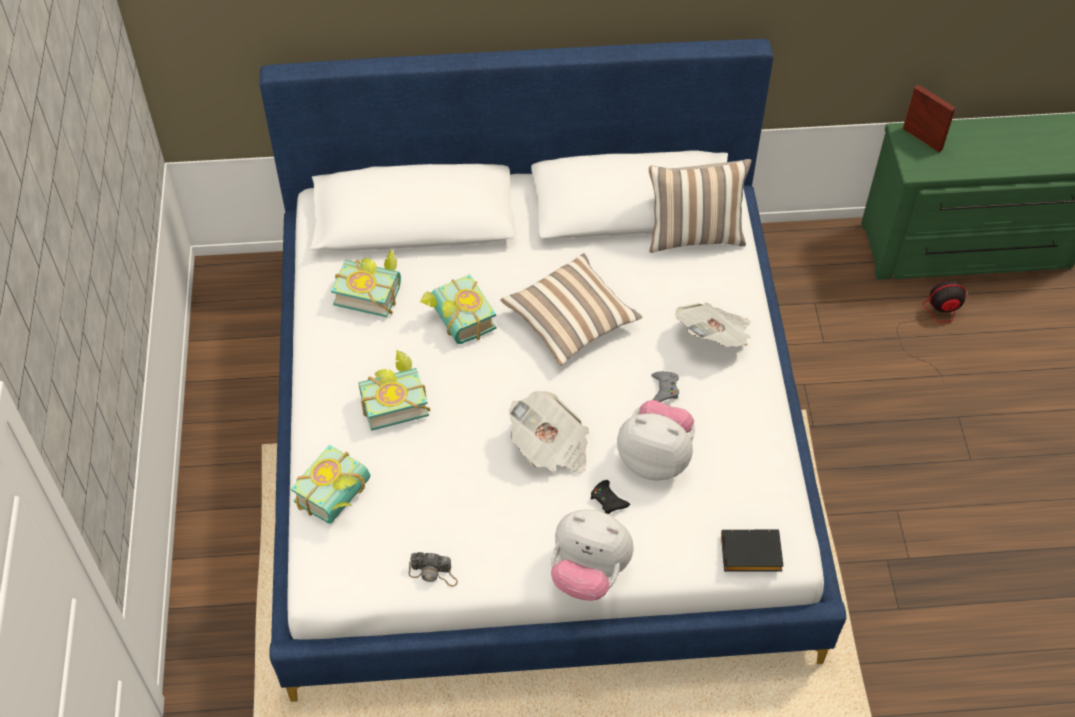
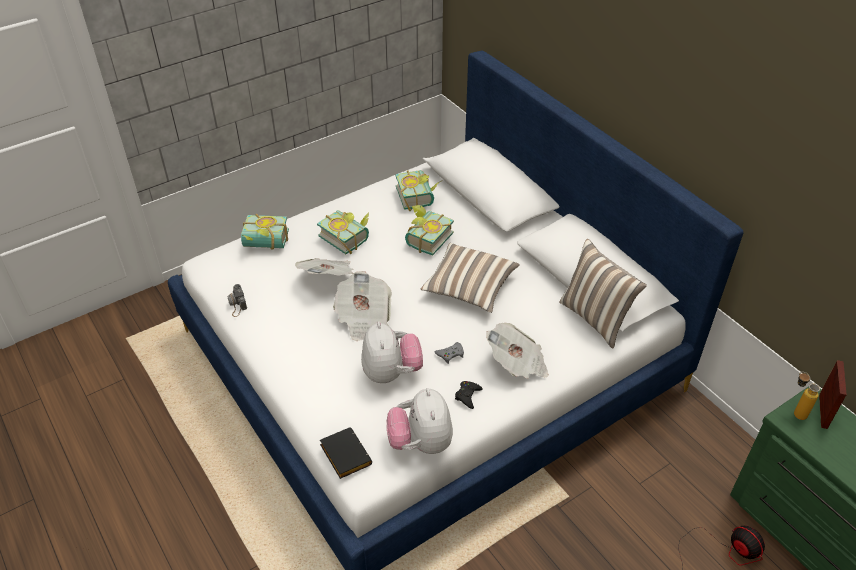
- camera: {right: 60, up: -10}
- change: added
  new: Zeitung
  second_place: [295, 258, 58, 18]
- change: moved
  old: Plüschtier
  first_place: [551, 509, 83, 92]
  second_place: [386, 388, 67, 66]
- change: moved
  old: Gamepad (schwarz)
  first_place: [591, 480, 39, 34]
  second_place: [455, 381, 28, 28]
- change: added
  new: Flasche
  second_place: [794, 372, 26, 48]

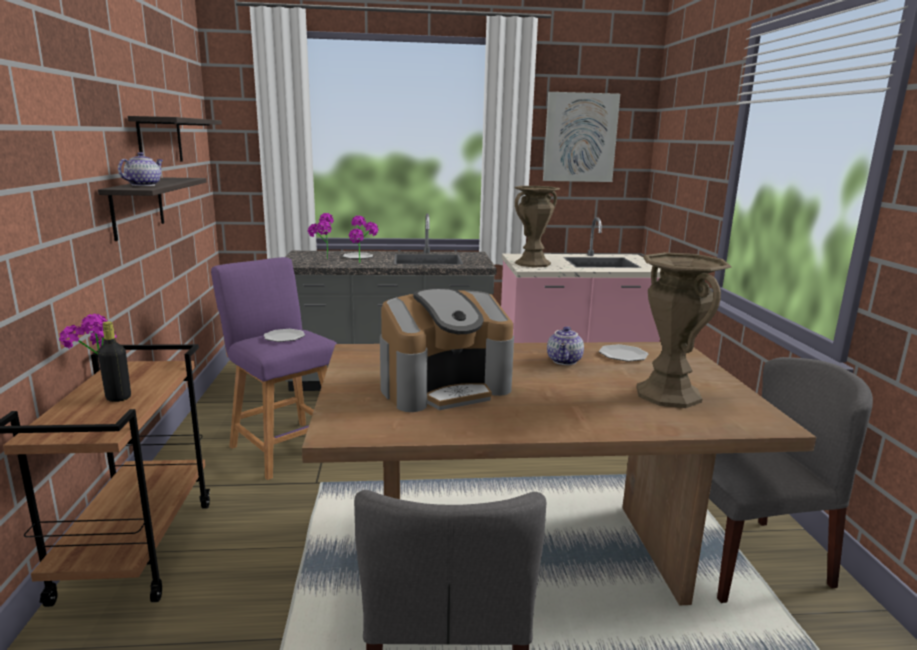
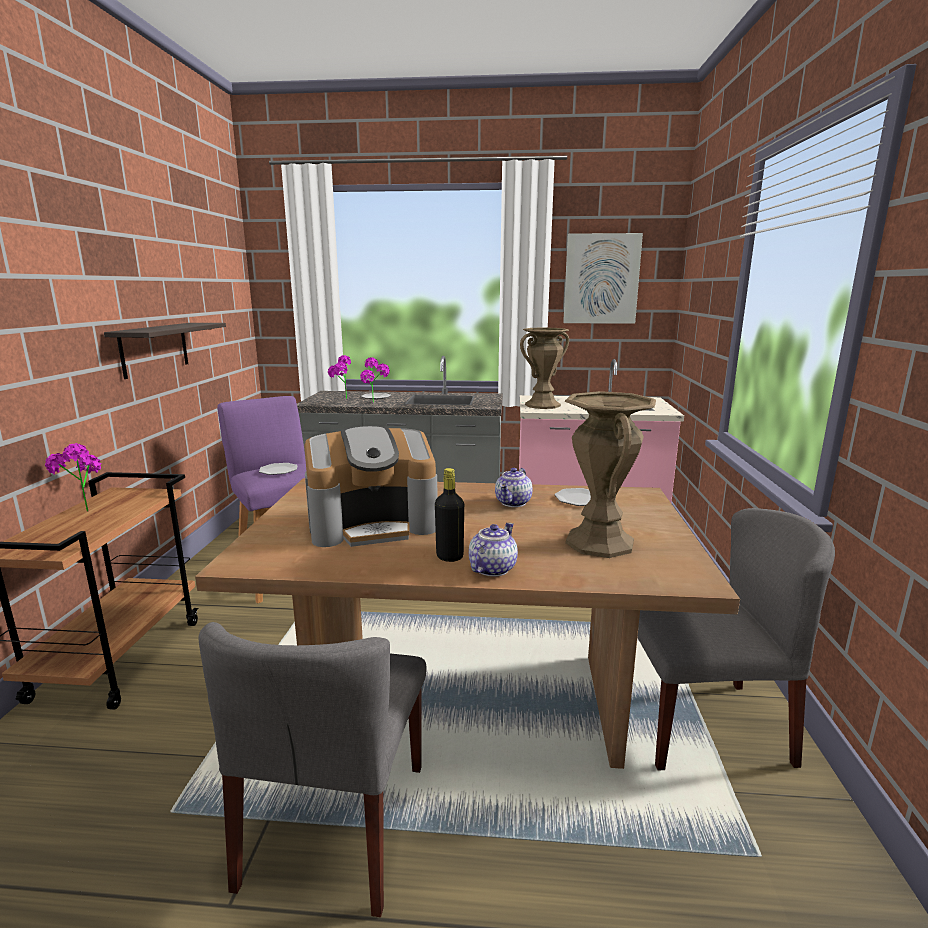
- camera: {right: 10, up: 0}
- change: moved
  old: Flasche (schwarz)
  first_place: [98, 321, 33, 81]
  second_place: [435, 468, 29, 94]
- change: moved
  old: Teekanne
  first_place: [118, 152, 45, 34]
  second_place: [469, 523, 49, 54]
- change: removed
  old: Wandregal
  first_place: [128, 116, 94, 46]

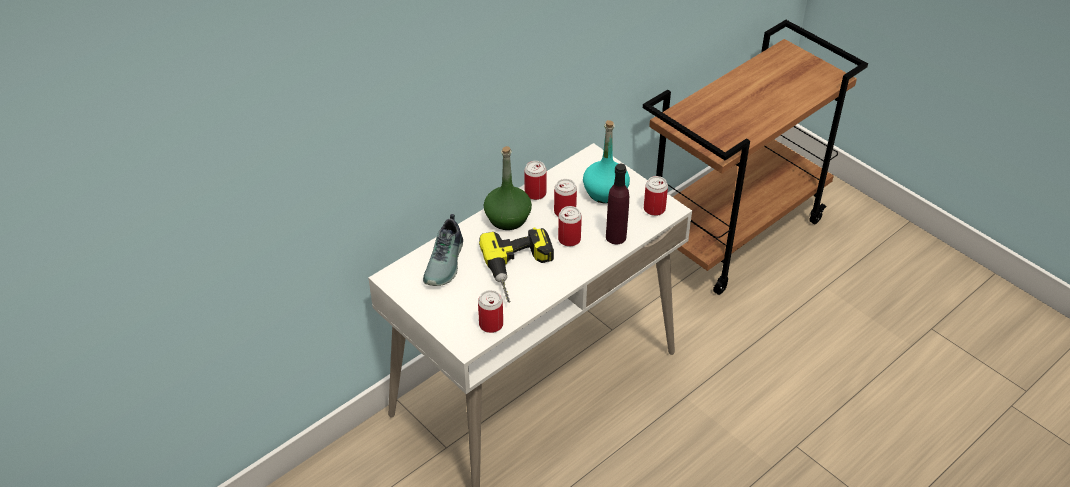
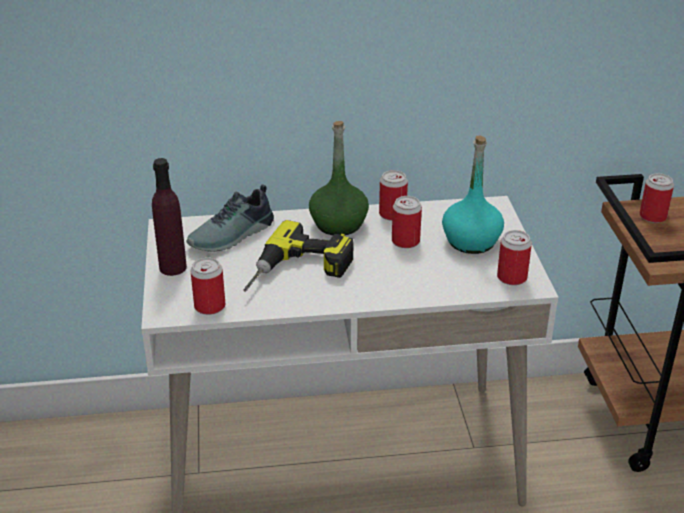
- camera: {right: 35, up: -10}
- change: moved
  old: Flasche (lila)
  first_place: [606, 164, 23, 80]
  second_place: [152, 158, 35, 118]
- change: moved
  old: Dose
  first_place: [558, 206, 24, 41]
  second_place: [639, 173, 35, 50]

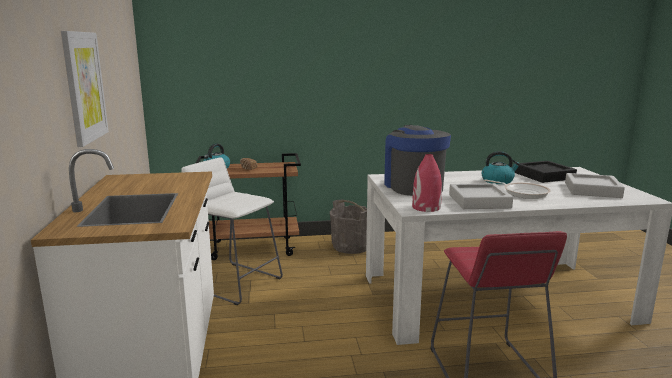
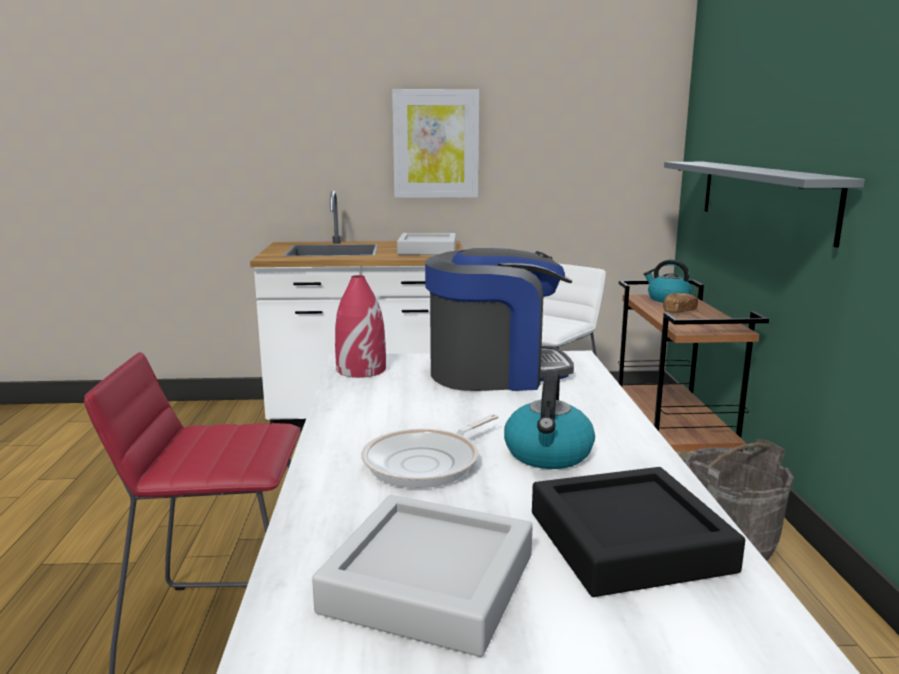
- camera: {right: 95, up: 0}
- change: moved
  old: Tablett (grau)
  first_place: [449, 183, 64, 26]
  second_place: [397, 233, 59, 22]
- change: added
  new: Wandregal (grau)
  second_place: [664, 162, 201, 86]

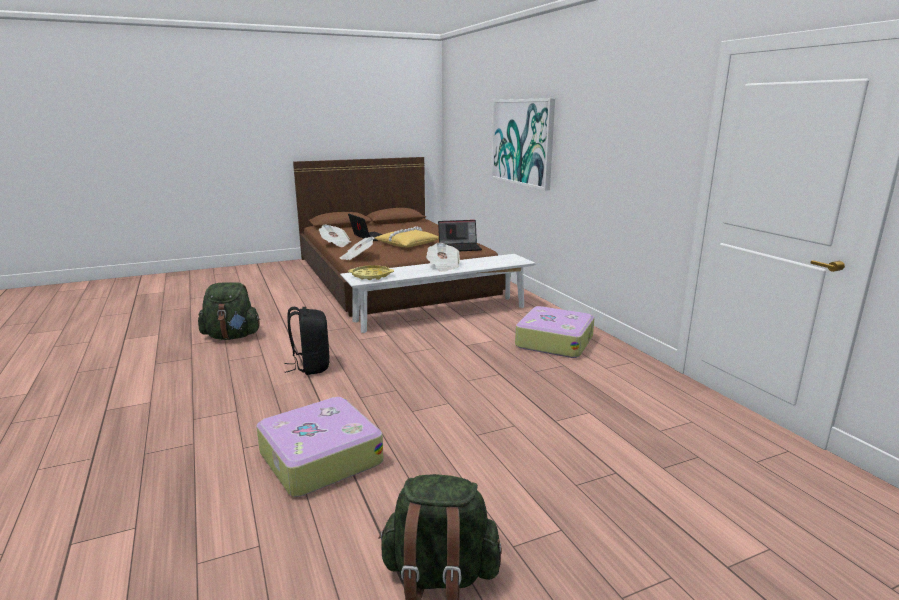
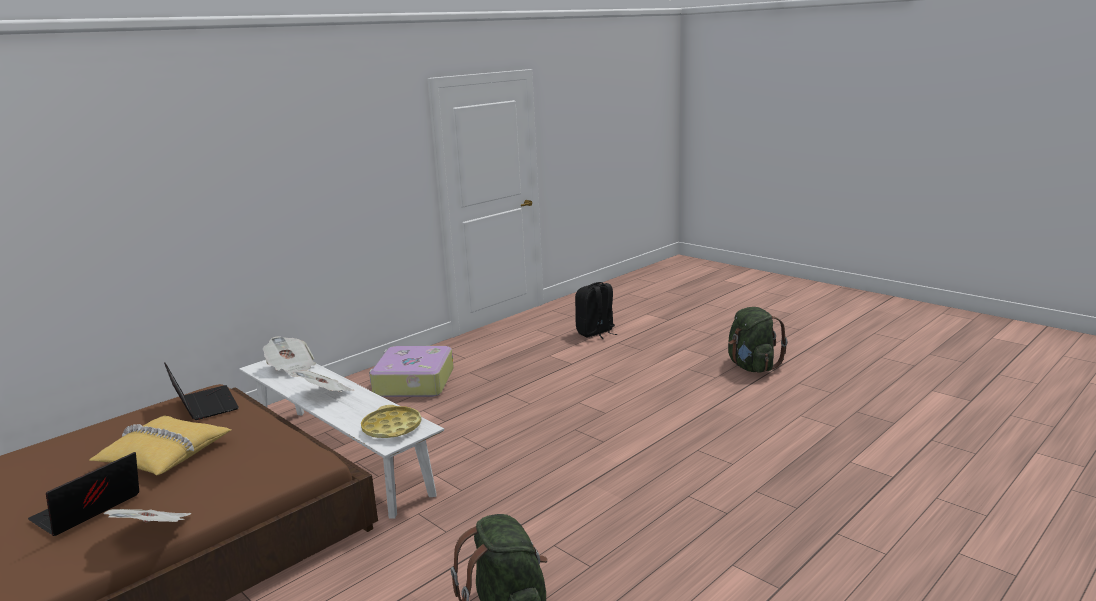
- camera: {right: -110, up: 0}
- change: moved
  old: Zeitung
  first_place: [339, 237, 35, 23]
  second_place: [263, 336, 53, 41]
- change: moved
  old: Rucksack (schwarz)
  first_place: [284, 307, 45, 68]
  second_place: [575, 282, 42, 57]
- change: removed
  old: Koffer
  first_place: [256, 397, 128, 100]
- change: removed
  old: Bild
  first_place: [491, 98, 64, 93]

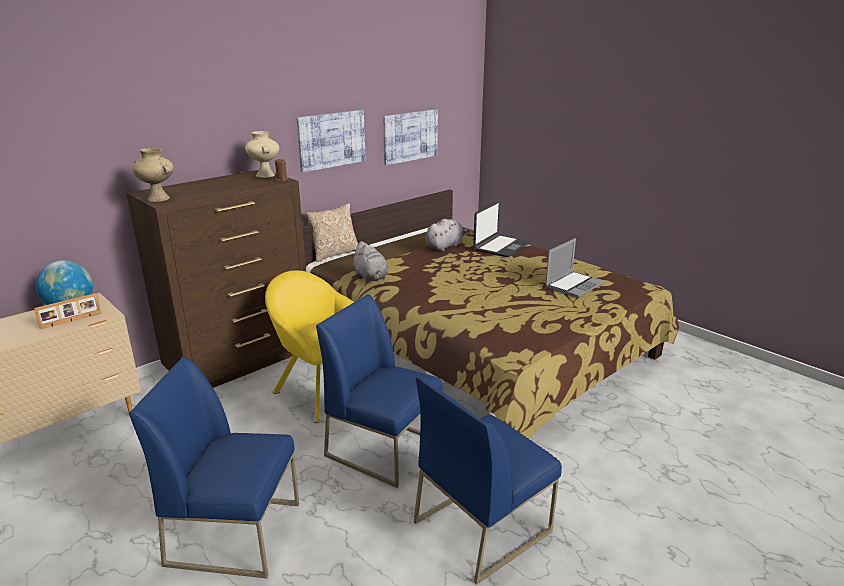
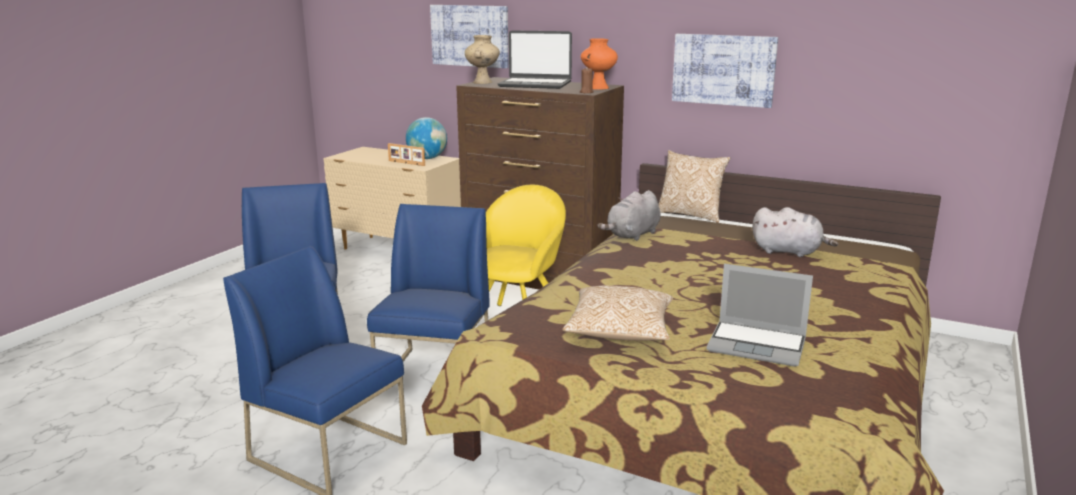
- camera: {right: 70, up: -5}
- change: moved
  old: Bild
  first_place: [383, 109, 55, 56]
  second_place: [430, 5, 79, 63]
- change: moved
  old: Laptop
  first_place: [473, 201, 57, 56]
  second_place: [497, 30, 75, 59]
- change: added
  new: Kissen
  second_place: [562, 285, 111, 56]
- change: recoloured
  old: Vase (beige)
  new: Vase (orange)
  first_place: [245, 131, 34, 47]
  second_place: [581, 38, 37, 52]

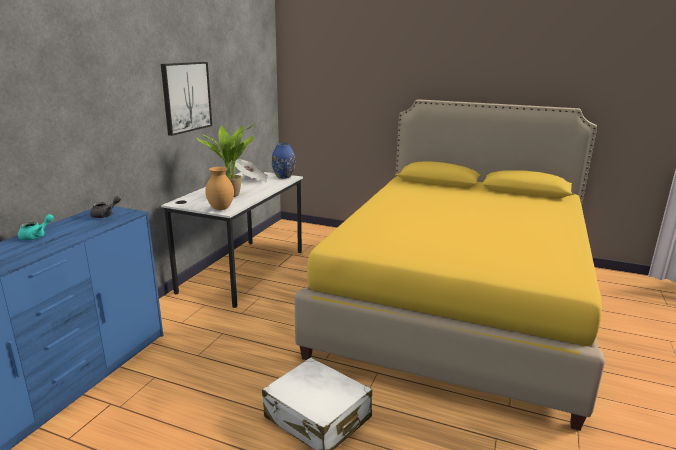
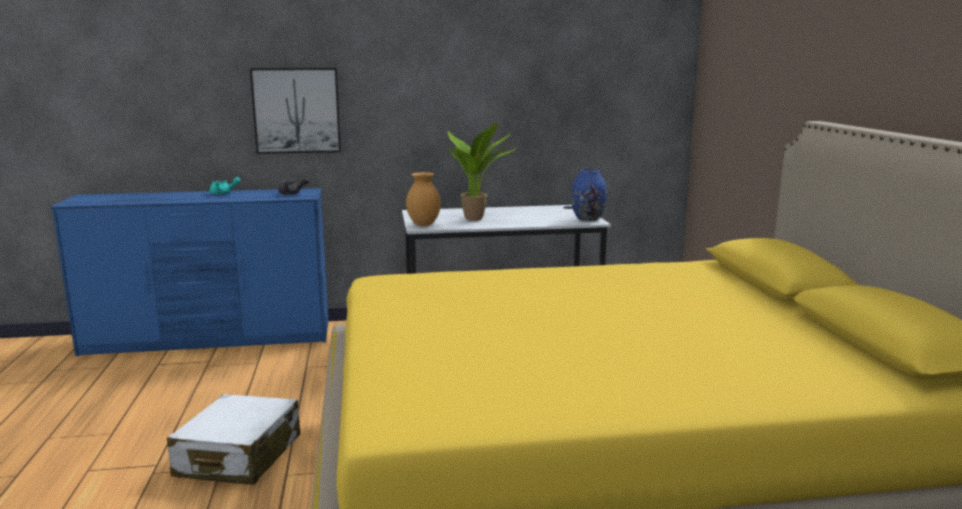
- camera: {right: 60, up: -5}
- change: moved
  old: Bild
  first_place: [161, 62, 51, 74]
  second_place: [250, 68, 91, 86]
- change: removed
  old: Zeitung
  first_place: [235, 159, 33, 23]

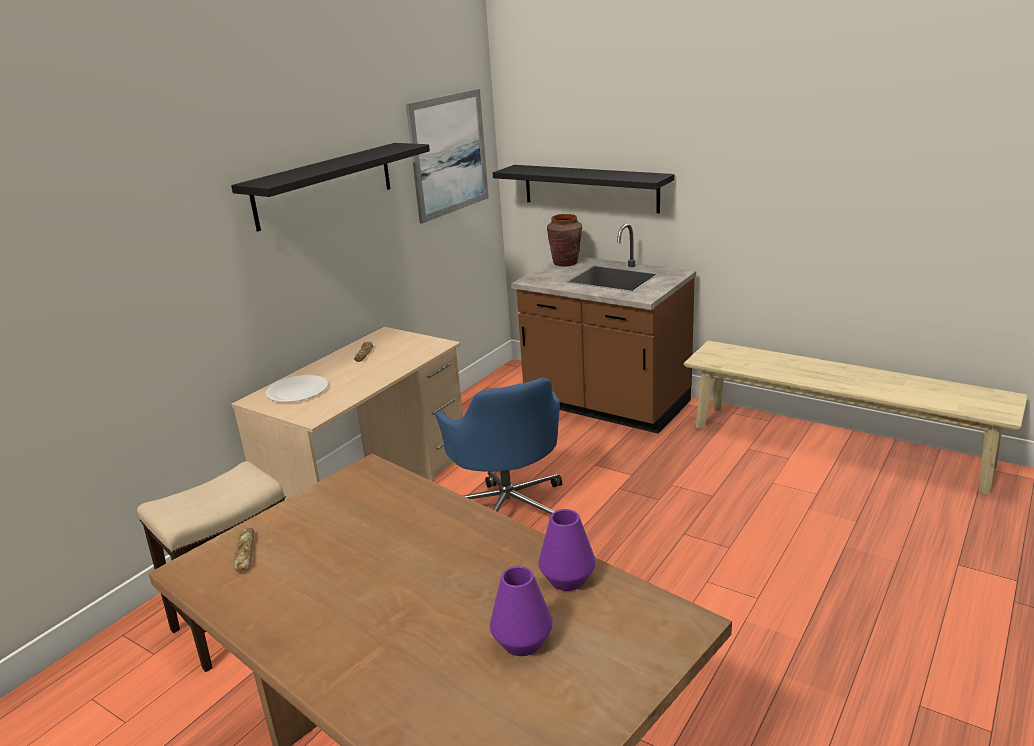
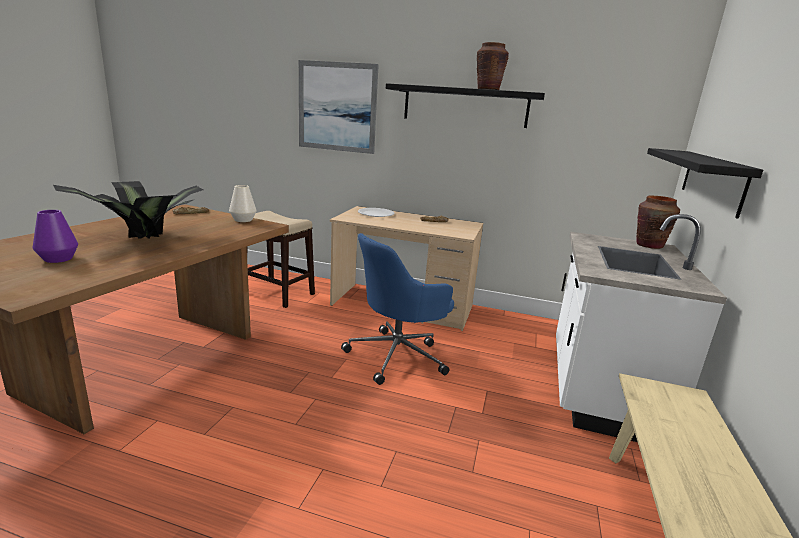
- camera: {right: 70, up: -5}
- change: added
  new: Topfpflanze
  second_place: [53, 181, 151, 58]
- change: added
  new: Vase (weiß)
  second_place: [229, 185, 28, 37]
- change: moved
  old: Bild
  first_place: [406, 89, 83, 135]
  second_place: [299, 60, 80, 94]
- change: added
  new: Vase (braun)
  second_place: [477, 42, 32, 48]
- change: recoloured
  old: Küchenzeile (braun)
  new: Küchenzeile (weiß)
  first_place: [511, 224, 185, 210]
  second_place: [556, 214, 171, 228]
- change: removed
  old: Vase (lila)
  first_place: [538, 509, 58, 82]

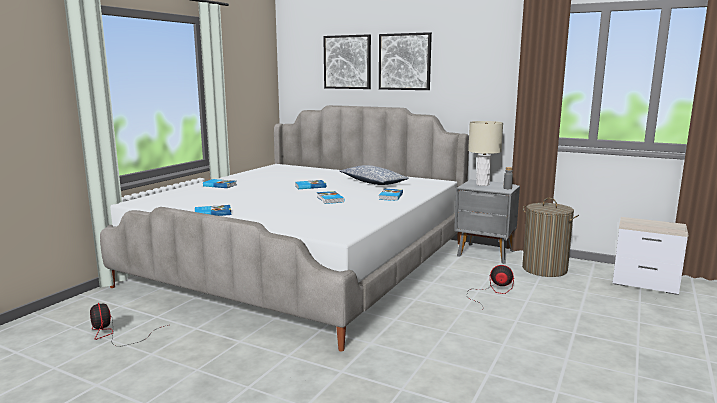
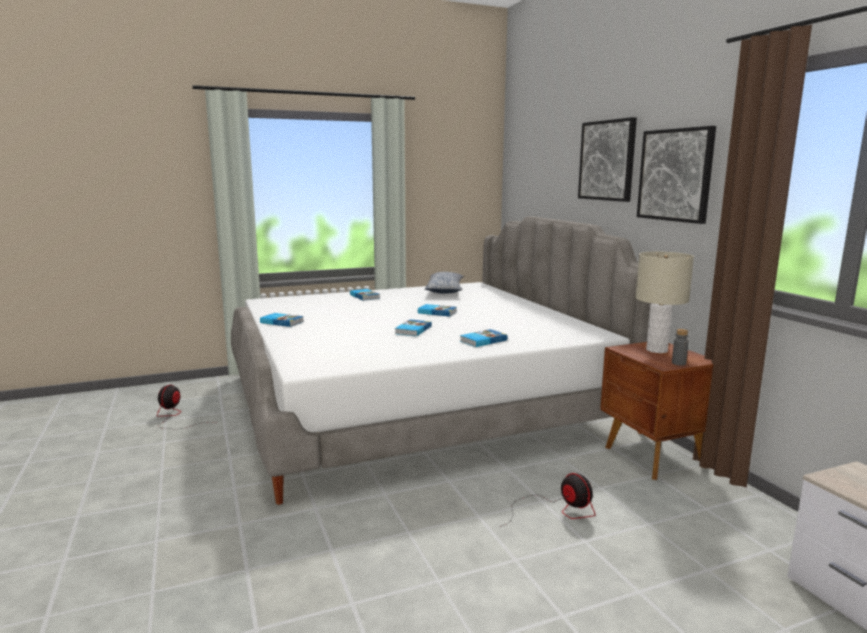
- camera: {right: 40, up: 0}
- change: moved
  old: Kissen
  first_place: [340, 165, 69, 20]
  second_place: [425, 272, 39, 22]
- change: recoloured
  old: Nachttisch (grau)
  new: Nachttisch (braun)
  first_place: [454, 180, 66, 84]
  second_place: [600, 342, 113, 138]
- change: moved
  old: Bild
  first_place: [323, 34, 48, 55]
  second_place: [637, 126, 79, 98]
- change: removed
  old: Wäschekorb
  first_place: [522, 198, 57, 79]

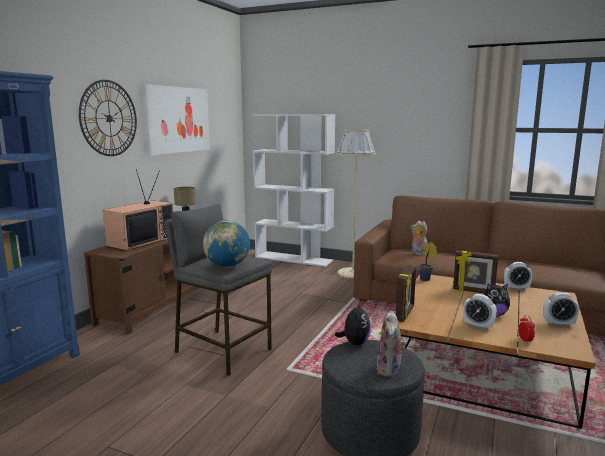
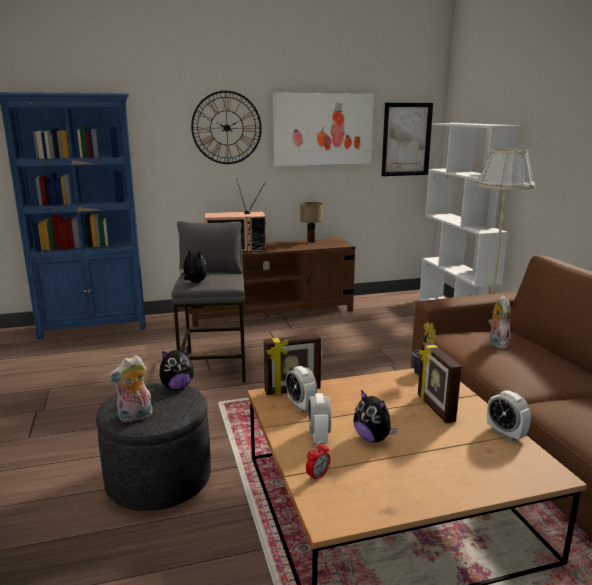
- camera: {right: 50, up: 5}
- change: replaced
  old: Globus
  new: Plüschtier
  first_place: [203, 220, 47, 47]
  second_place: [180, 249, 27, 34]
- change: moved
  old: Wecker
  first_place: [543, 292, 36, 35]
  second_place: [286, 366, 31, 46]
- change: added
  new: Bild
  second_place: [382, 103, 51, 73]

